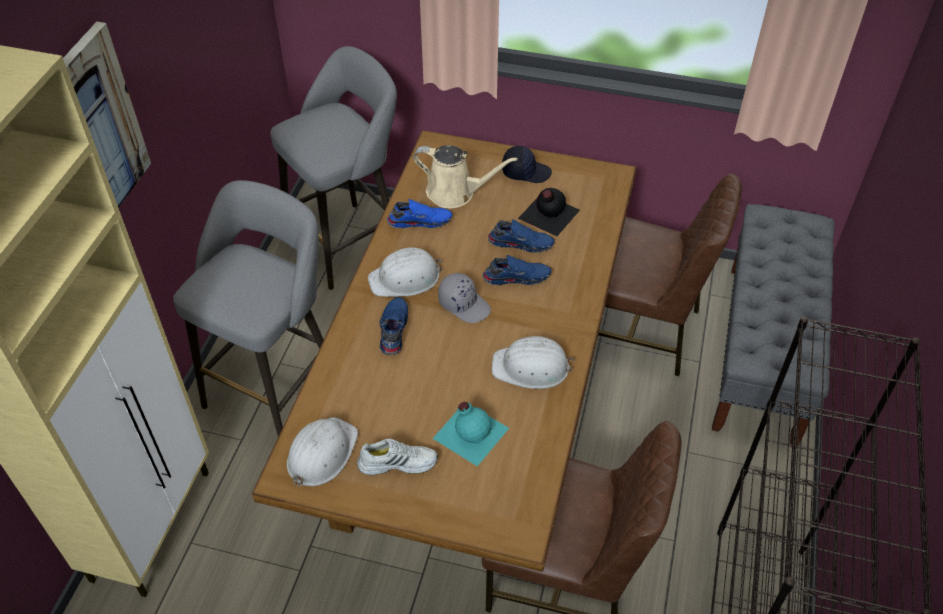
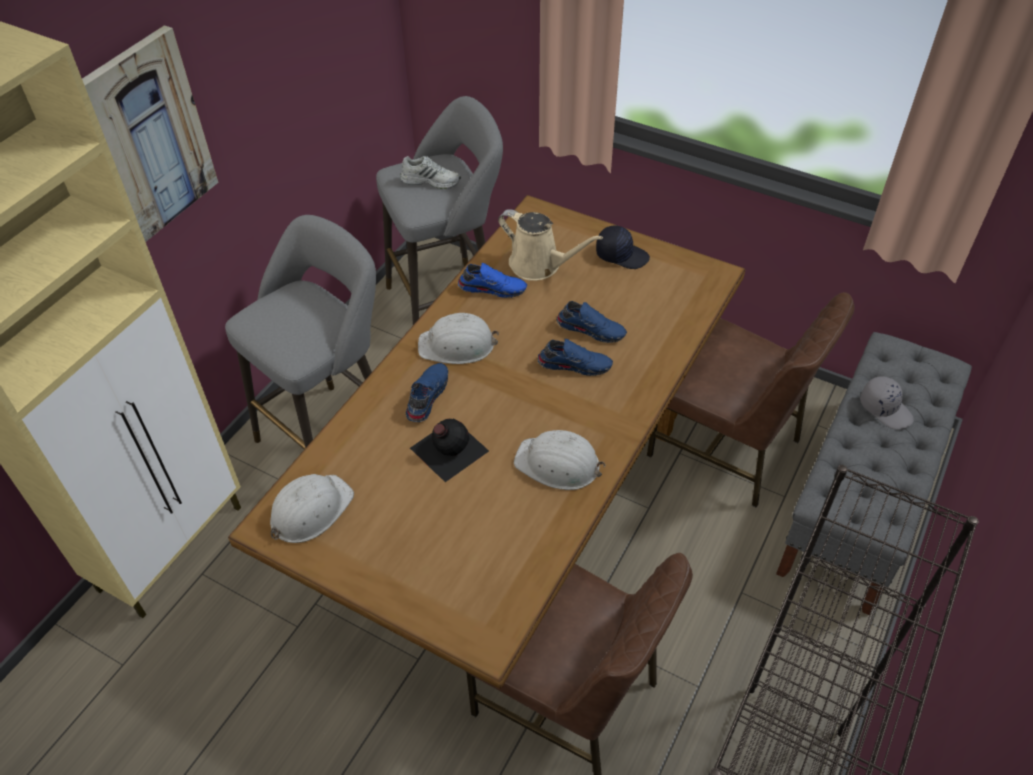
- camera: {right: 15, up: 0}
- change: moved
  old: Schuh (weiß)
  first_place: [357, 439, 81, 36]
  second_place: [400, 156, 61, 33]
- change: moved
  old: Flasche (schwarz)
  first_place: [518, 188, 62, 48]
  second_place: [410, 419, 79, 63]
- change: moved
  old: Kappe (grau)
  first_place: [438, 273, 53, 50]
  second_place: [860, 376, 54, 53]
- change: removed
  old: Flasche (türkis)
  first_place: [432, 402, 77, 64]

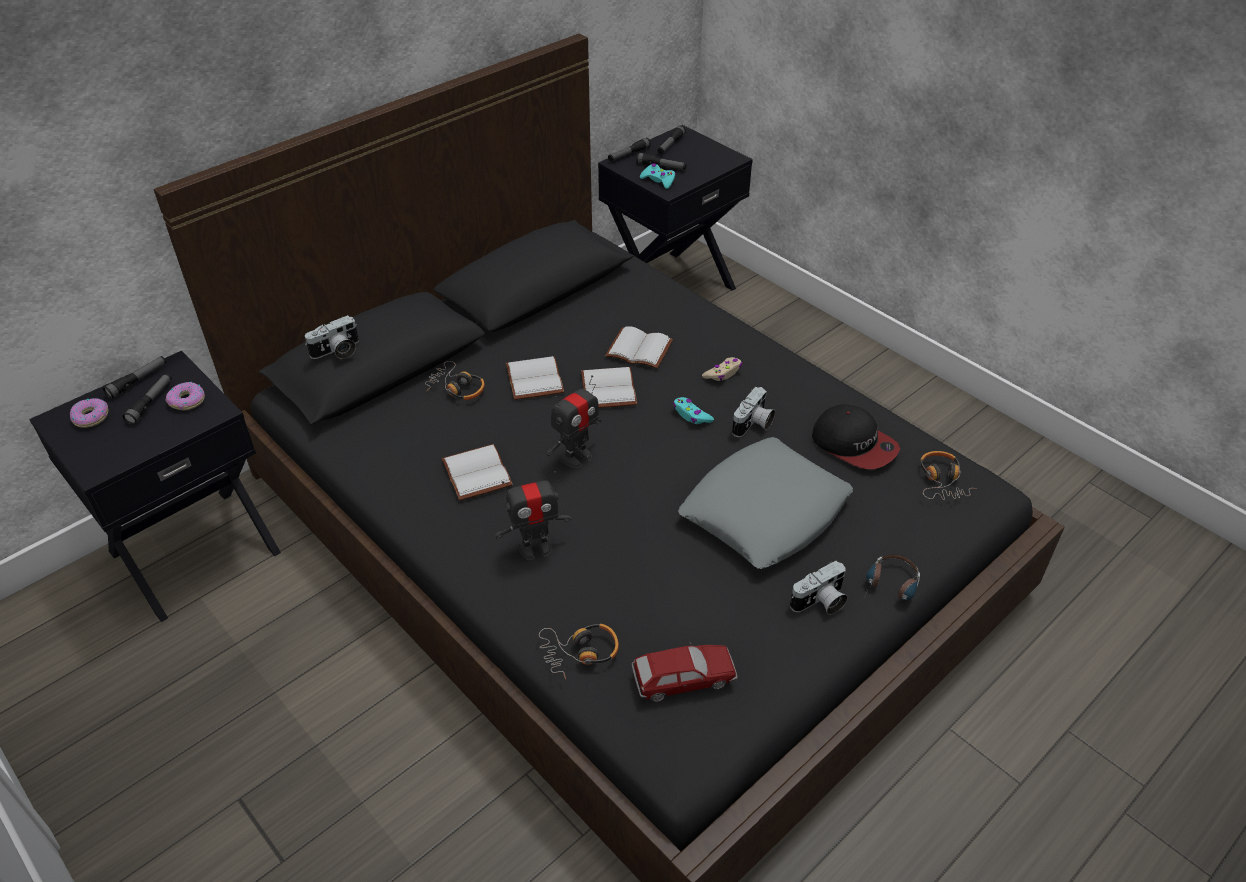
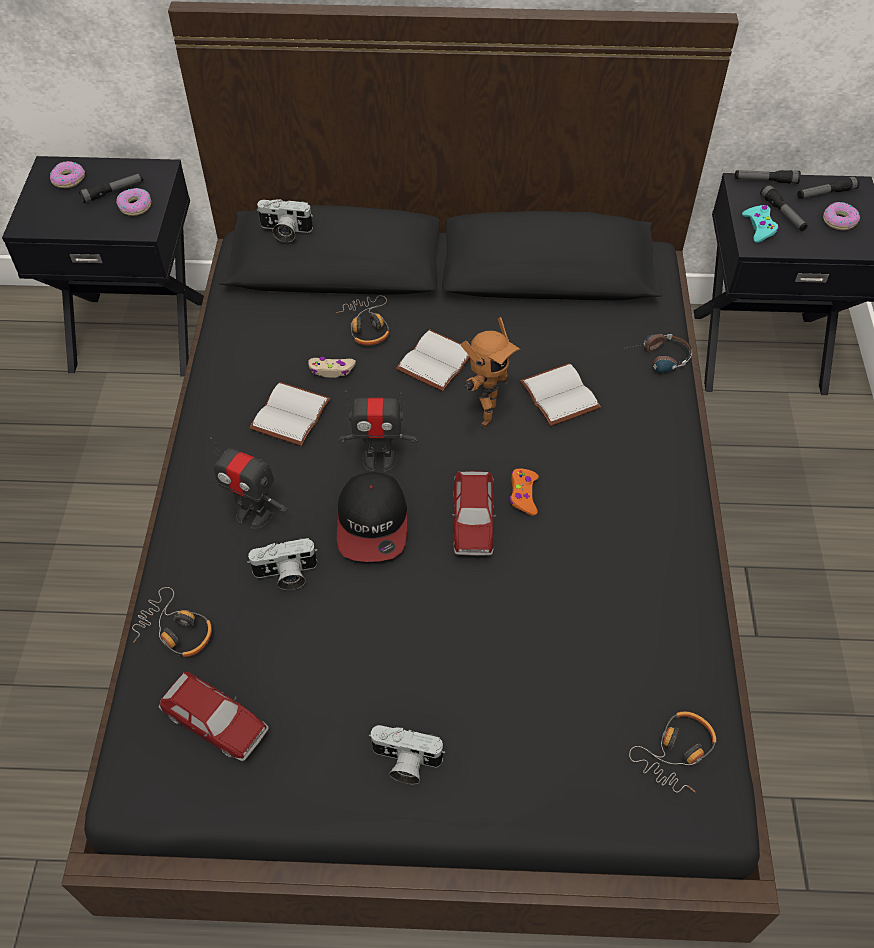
- camera: {right: 45, up: 10}
- change: moved
  old: Kamera
  first_place: [732, 387, 43, 50]
  second_place: [247, 538, 70, 52]
- change: moved
  old: Gamepad (beige)
  first_place: [702, 357, 40, 24]
  second_place: [308, 357, 48, 20]
- change: moved
  old: Kappe
  first_place: [812, 404, 88, 65]
  second_place: [337, 472, 70, 90]
- change: added
  new: Spielzeugauto
  second_place: [452, 471, 44, 85]
- change: replaced
  old: Buch (weiß)
  new: Spielzeugroboter
  first_place: [581, 367, 56, 41]
  second_place: [461, 317, 59, 110]
- change: recoloured
  old: Gamepad (türkis)
  new: Gamepad (orange)
  first_place: [673, 397, 41, 27]
  second_place: [509, 469, 30, 47]
- change: moved
  old: Kopfhörer
  first_place: [863, 554, 57, 47]
  second_place: [627, 334, 65, 39]
- change: added
  new: Donut
  second_place: [823, 202, 37, 28]
- change: removed
  old: Taschenlampe
  first_place: [103, 356, 64, 43]
- change: removed
  old: Kissen (grau)
  first_place: [678, 437, 175, 132]

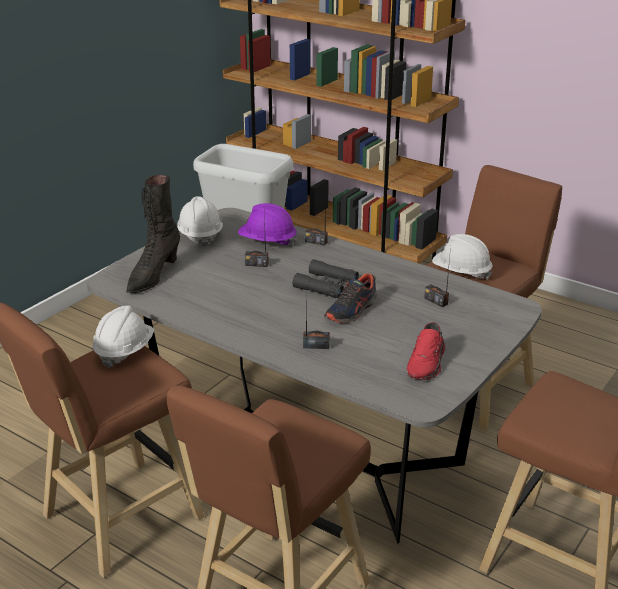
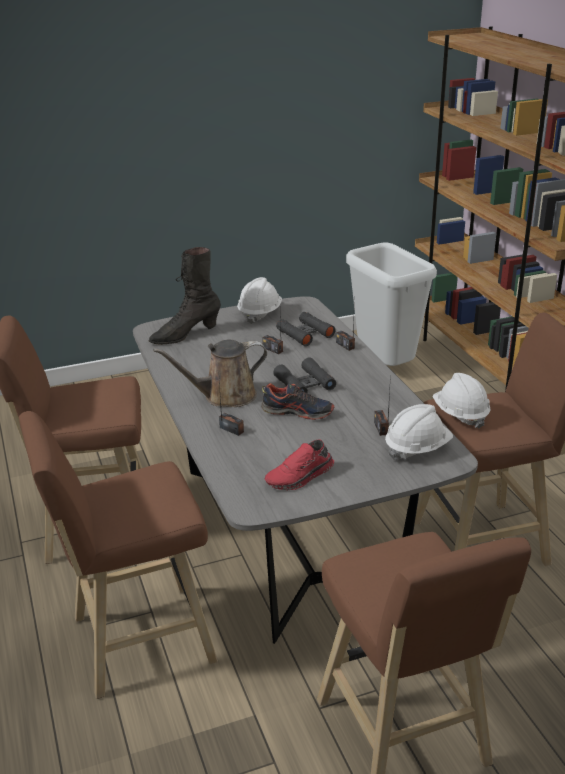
- camera: {right: 35, up: 0}
- change: added
  new: Gießkanne (braun)
  second_place: [153, 340, 114, 67]
- change: turned
  old: Schuh
  first_place: [324, 274, 54, 49]
  second_place: [261, 383, 73, 37]
  degrees: -150
- change: replaced
  old: Schutzhelm (lila)
  new: Fernglas (schwarz)
  first_place: [238, 203, 60, 42]
  second_place: [276, 312, 60, 34]
- change: moved
  old: Schutzhelm (weiß)
  first_place: [93, 305, 61, 63]
  second_place: [385, 404, 68, 56]

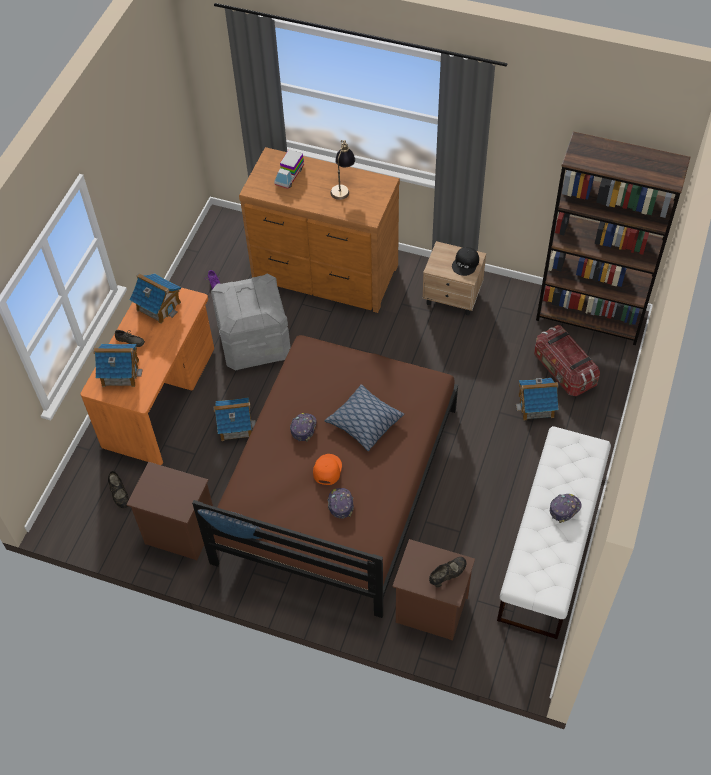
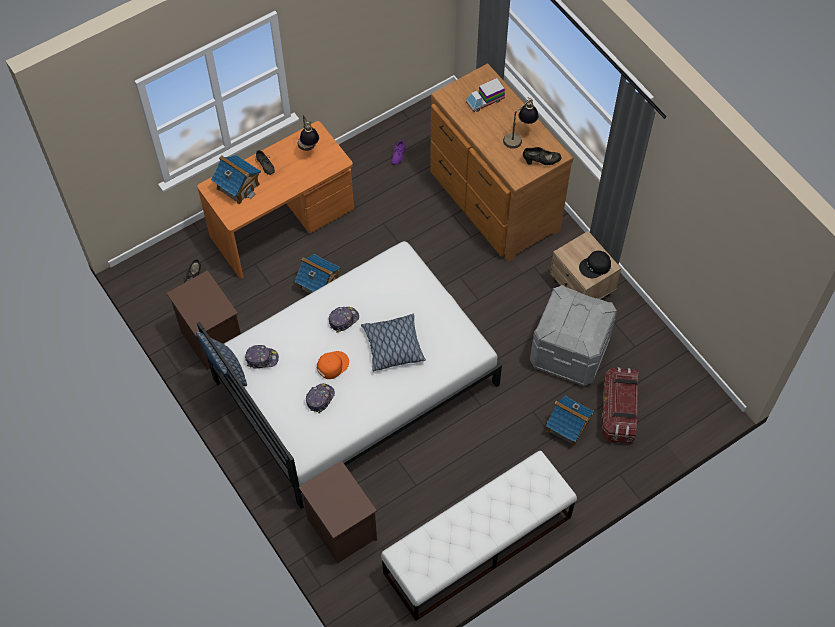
- camera: {right: 35, up: 5}
- change: recoloured
  old: Bett (braun)
  new: Bett (weiß)
  first_place: [192, 335, 266, 283]
  second_place: [197, 241, 305, 268]
- change: moved
  old: Kappe
  first_place: [550, 494, 32, 29]
  second_place: [245, 345, 34, 23]
- change: replaced
  old: Spielzeughaus
  new: Tischlampe
  first_place: [129, 273, 52, 51]
  second_place: [298, 115, 21, 36]
- change: moved
  old: Schuh (schwarz)
  first_place: [429, 557, 38, 31]
  second_place: [523, 147, 38, 18]
- change: moved
  old: Aufbewahrungsbox (grau)
  first_place: [211, 273, 80, 98]
  second_place: [530, 285, 87, 101]
- change: removed
  old: Bücherregal (braun)
  first_place: [536, 132, 154, 214]

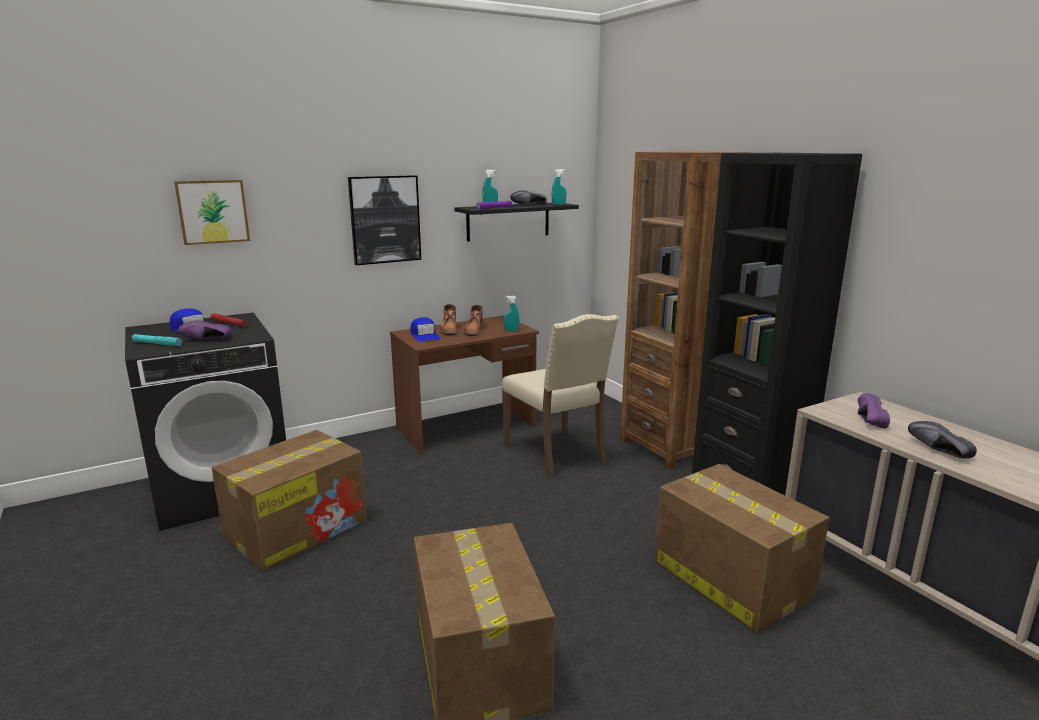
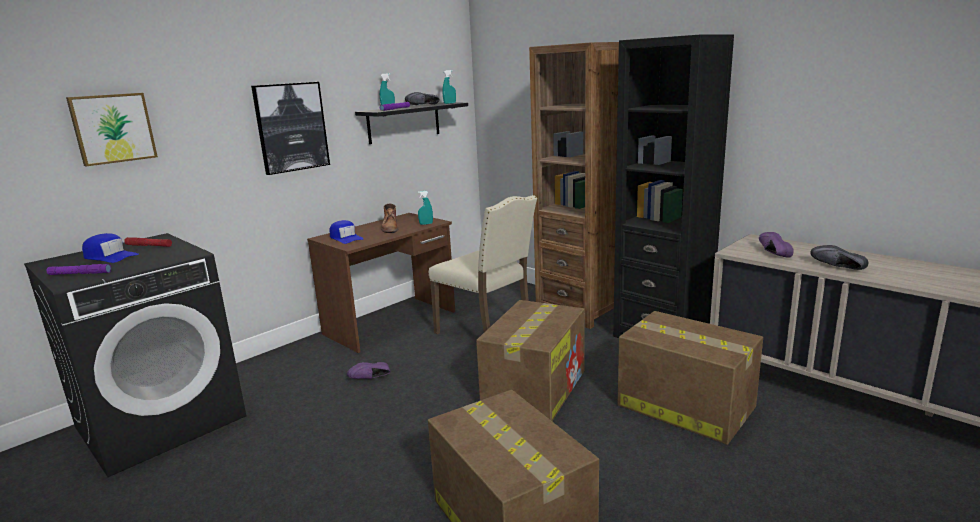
- camera: {right: -15, up: 0}
- change: recoloured
  old: Taschenlampe (türkis)
  new: Taschenlampe (lila)
  first_place: [132, 334, 50, 12]
  second_place: [47, 264, 64, 11]
- change: moved
  old: Schuh (lila)
  first_place: [178, 320, 54, 19]
  second_place: [347, 362, 43, 17]
- change: moved
  old: Karton
  first_place: [211, 430, 156, 141]
  second_place: [476, 300, 109, 121]
- change: removed
  old: Stiefel (braun)
  first_place: [440, 304, 18, 31]

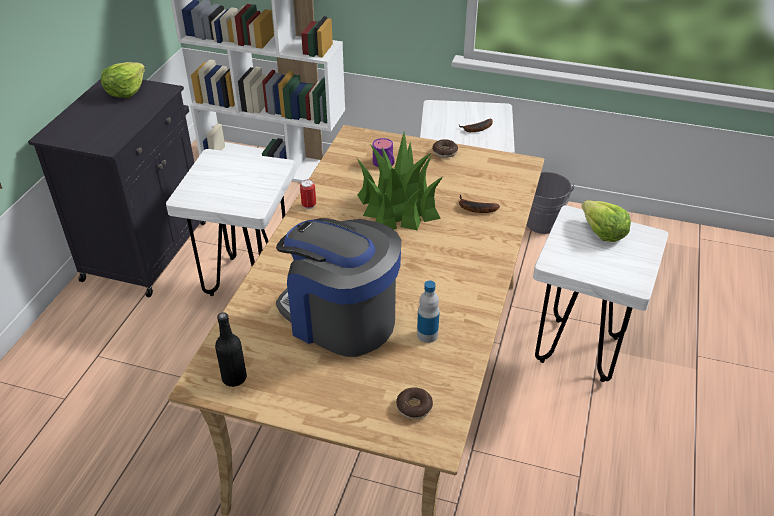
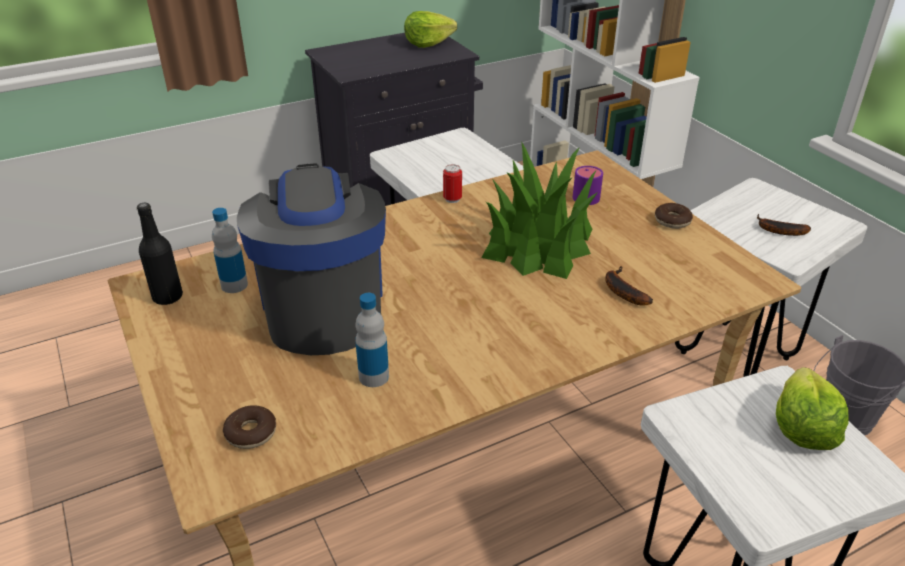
- camera: {right: 45, up: -5}
- change: added
  new: Flasche
  second_place: [212, 208, 36, 85]

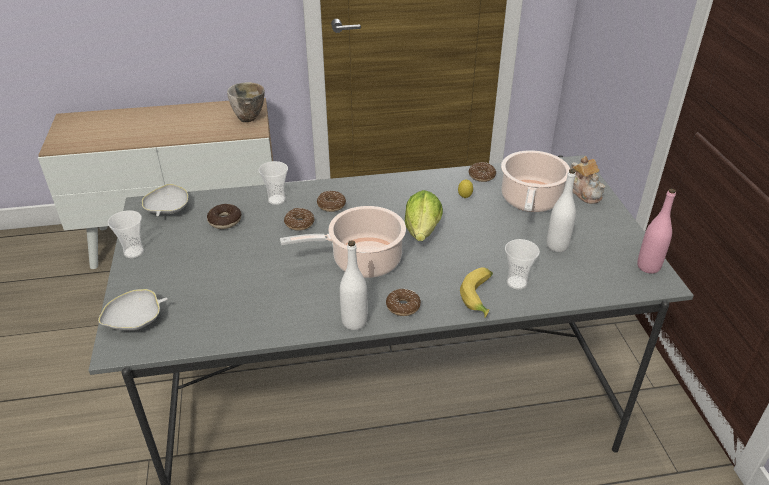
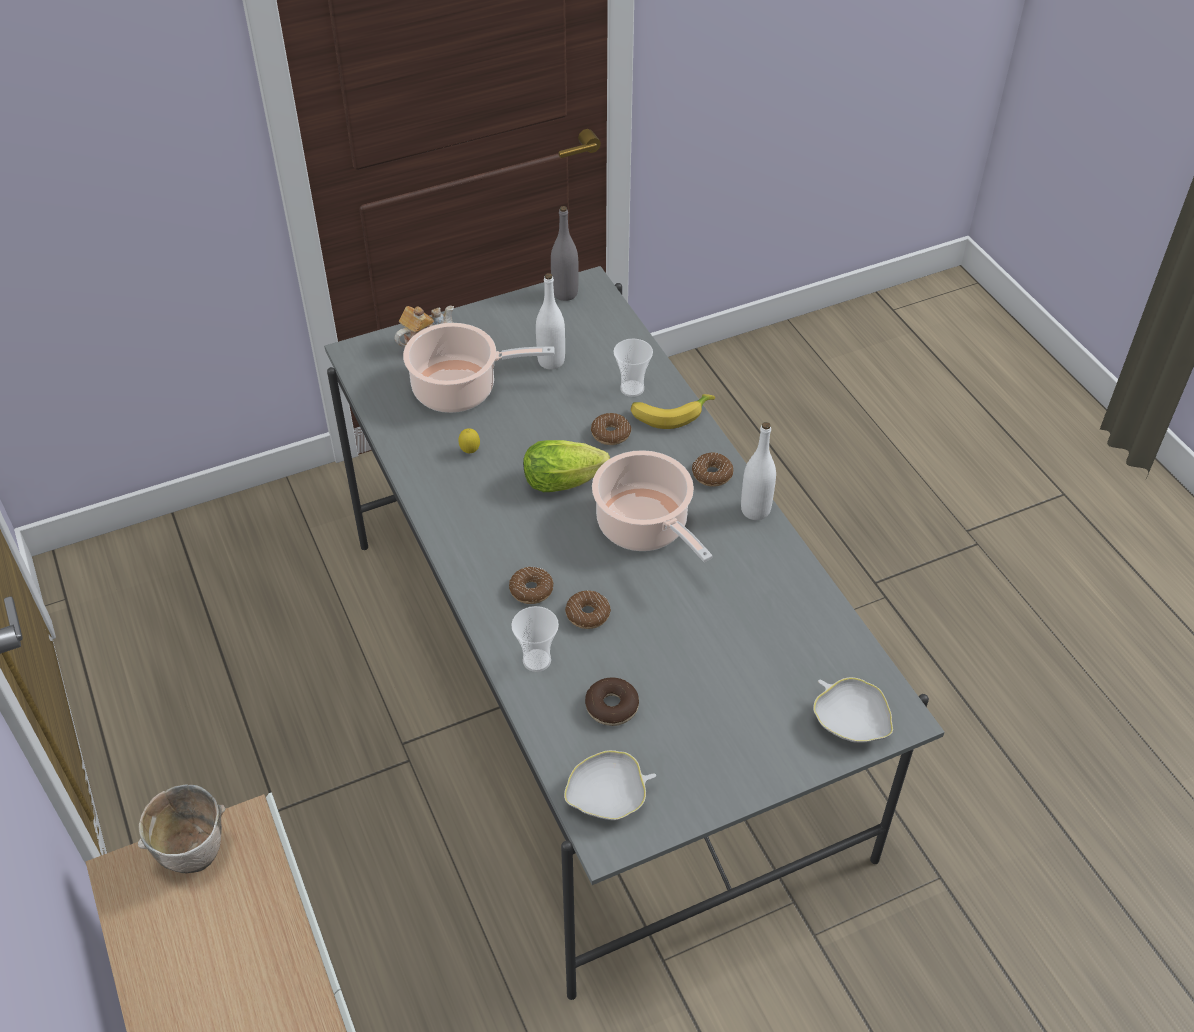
- camera: {right: -105, up: 10}
- change: recoloured
  old: Flasche (rosa)
  new: Flasche (grau)
  first_place: [637, 188, 39, 86]
  second_place: [551, 206, 28, 95]
- change: moved
  old: Donut
  first_place: [468, 162, 28, 20]
  second_place: [591, 413, 40, 32]
- change: removed
  old: Tasse
  first_place: [108, 210, 36, 48]

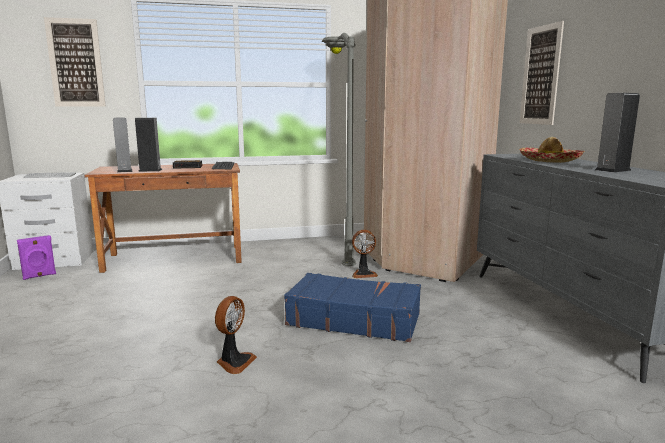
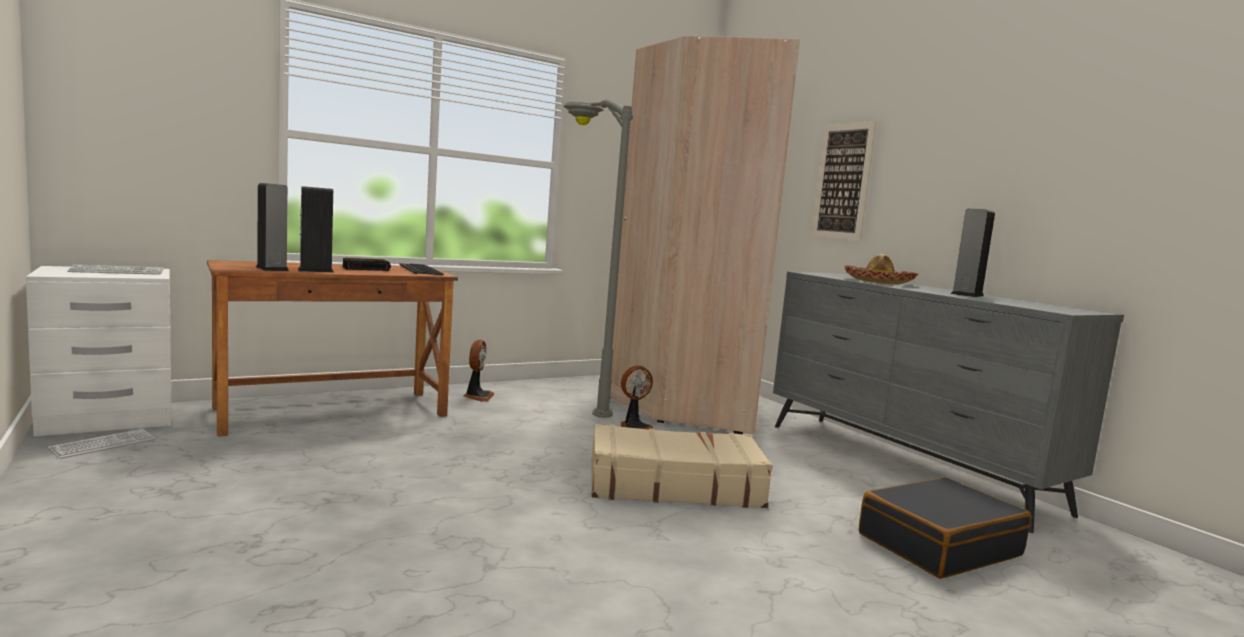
- camera: {right: -20, up: -5}
- change: replaced
  old: Lautsprecher (lila)
  new: Tastatur
  first_place: [17, 235, 39, 45]
  second_place: [48, 429, 107, 30]
- change: moved
  old: Ventilator
  first_place: [215, 296, 42, 78]
  second_place: [463, 340, 31, 62]
- change: recoloured
  old: Koffer (blau)
  new: Koffer (beige)
  first_place: [284, 273, 137, 69]
  second_place: [591, 424, 182, 84]
- change: added
  new: Koffer (schwarz)
  second_place: [859, 477, 172, 101]
- change: removed
  old: Bild
  first_place: [44, 17, 62, 90]

